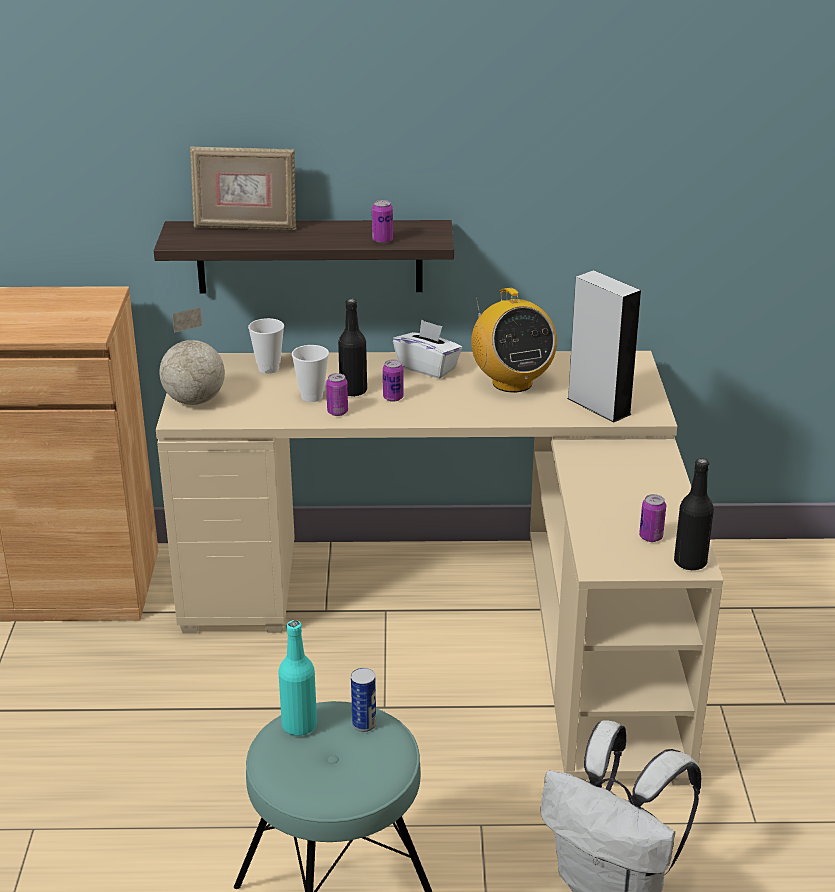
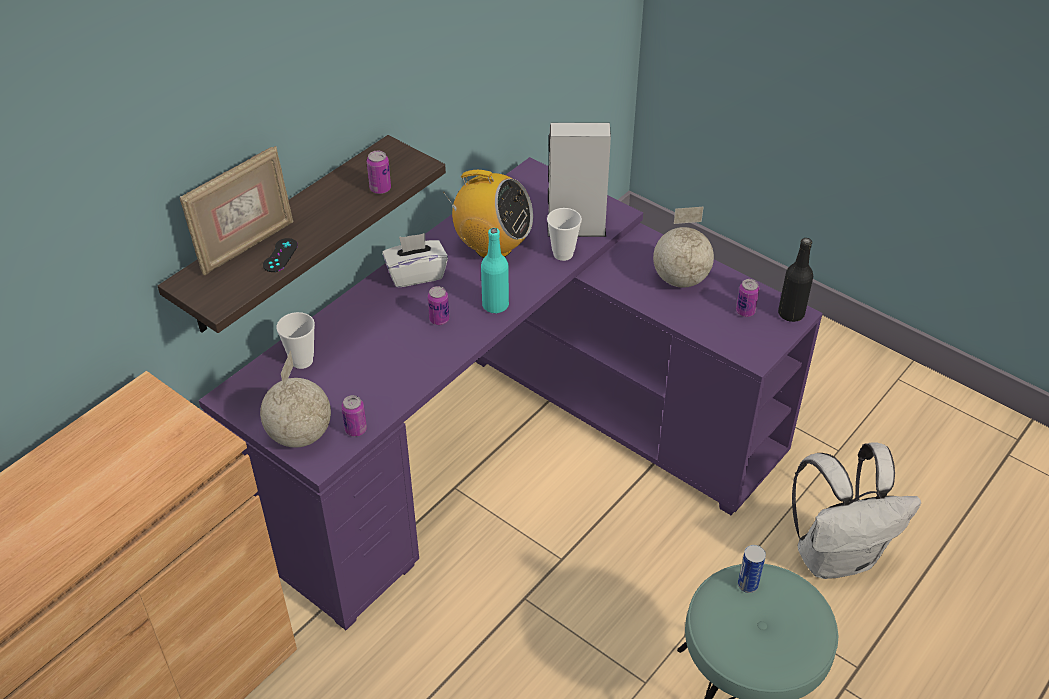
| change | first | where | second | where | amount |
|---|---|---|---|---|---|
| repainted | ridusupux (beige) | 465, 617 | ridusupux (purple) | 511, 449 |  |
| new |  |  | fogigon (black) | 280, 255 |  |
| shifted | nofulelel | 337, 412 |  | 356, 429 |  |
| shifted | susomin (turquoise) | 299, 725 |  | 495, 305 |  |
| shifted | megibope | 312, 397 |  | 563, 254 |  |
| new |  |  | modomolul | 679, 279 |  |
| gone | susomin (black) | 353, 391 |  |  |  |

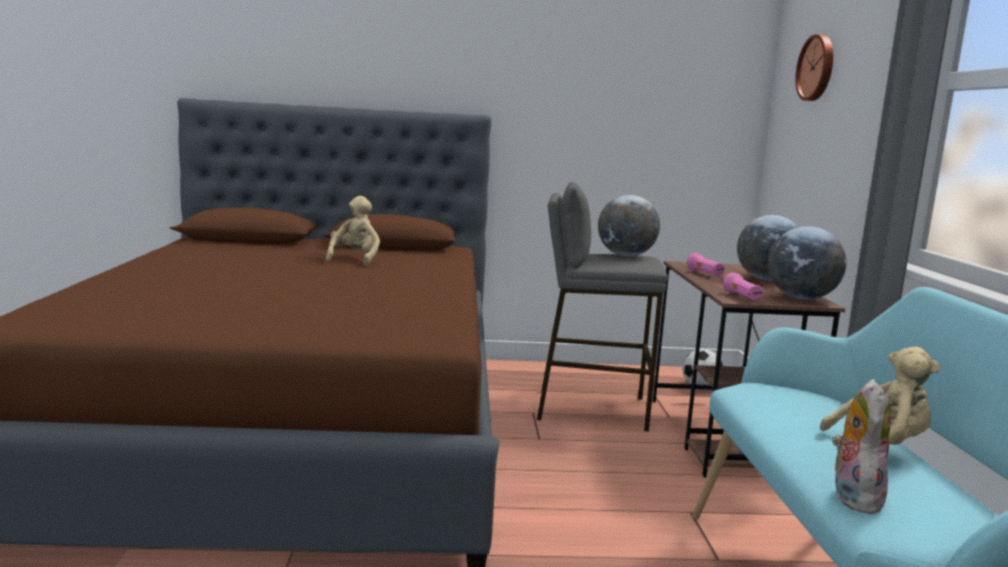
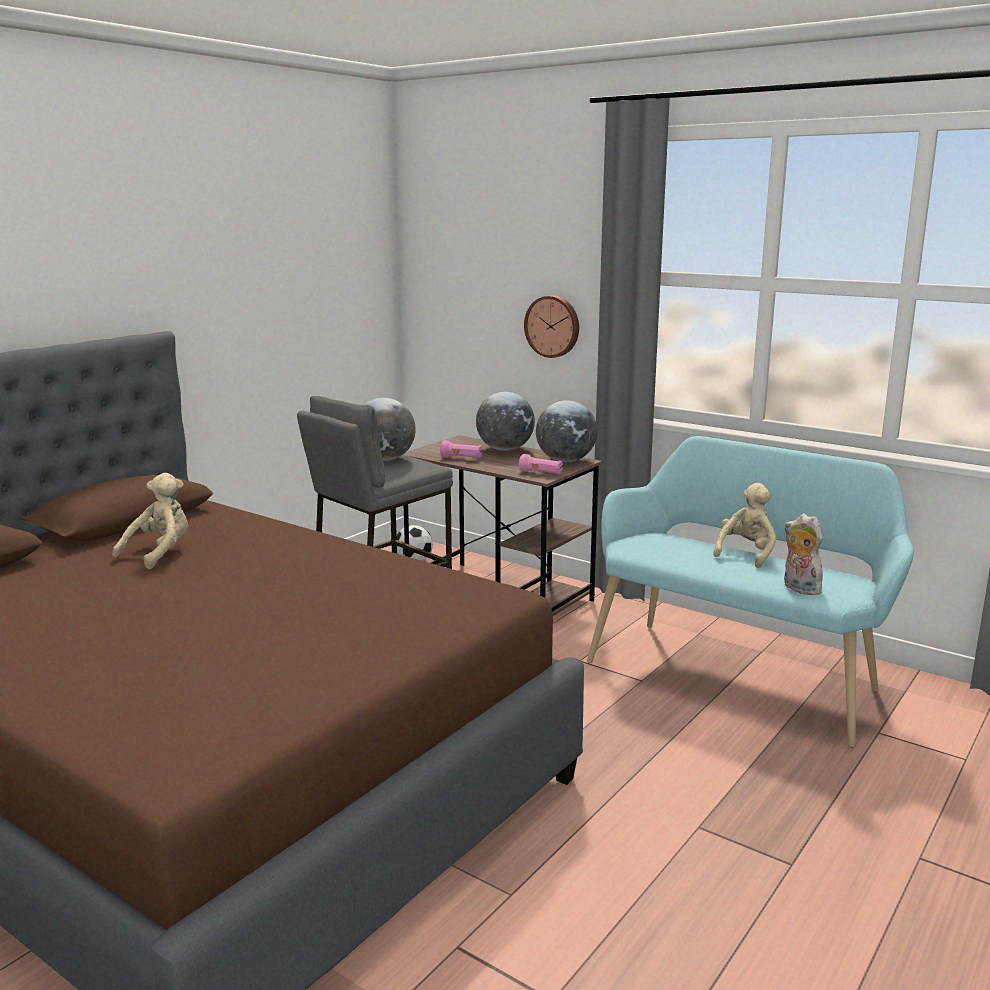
| change | first | where | second | where | amount |
|---|---|---|---|---|---|
| rotated | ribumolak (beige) | 355, 259 |  | 160, 553 | 75 degrees clockwise |
| shifted | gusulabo | 817, 68 |  | 553, 326 |  |

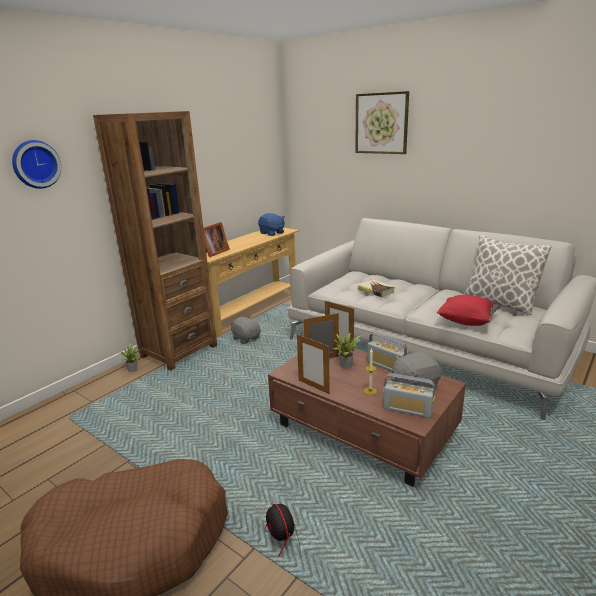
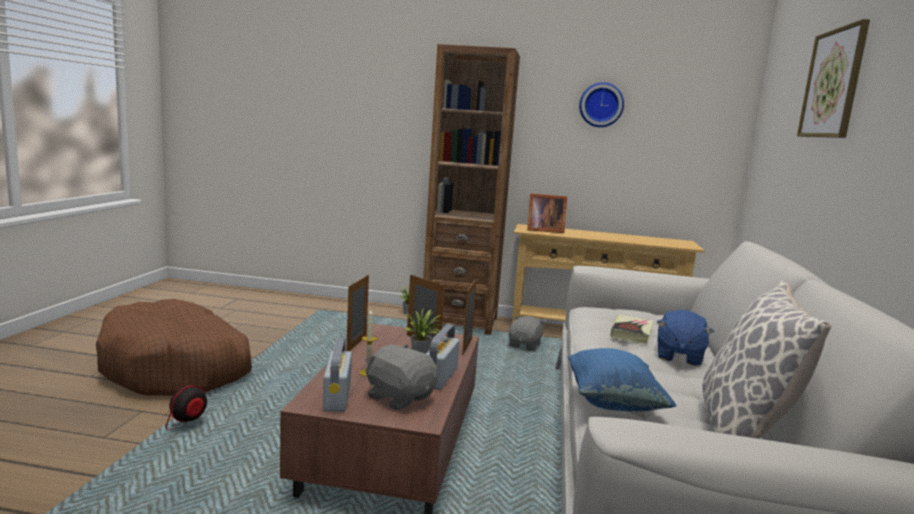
| change | first | where | second | where | amount |
|---|---|---|---|---|---|
| repainted | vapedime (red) | 467, 321 | vapedime (blue) | 613, 403 |  |
| shifted | gusulabo | 35, 164 |  | 601, 105 |  |
| shifted | ribumolak (blue) | 272, 233 |  | 678, 356 |  |

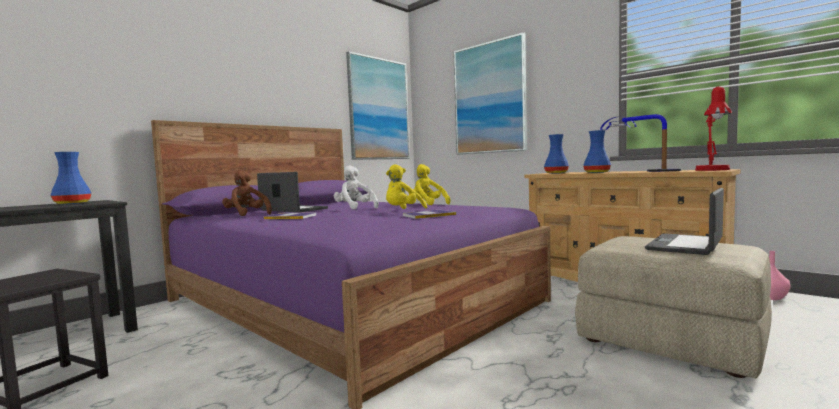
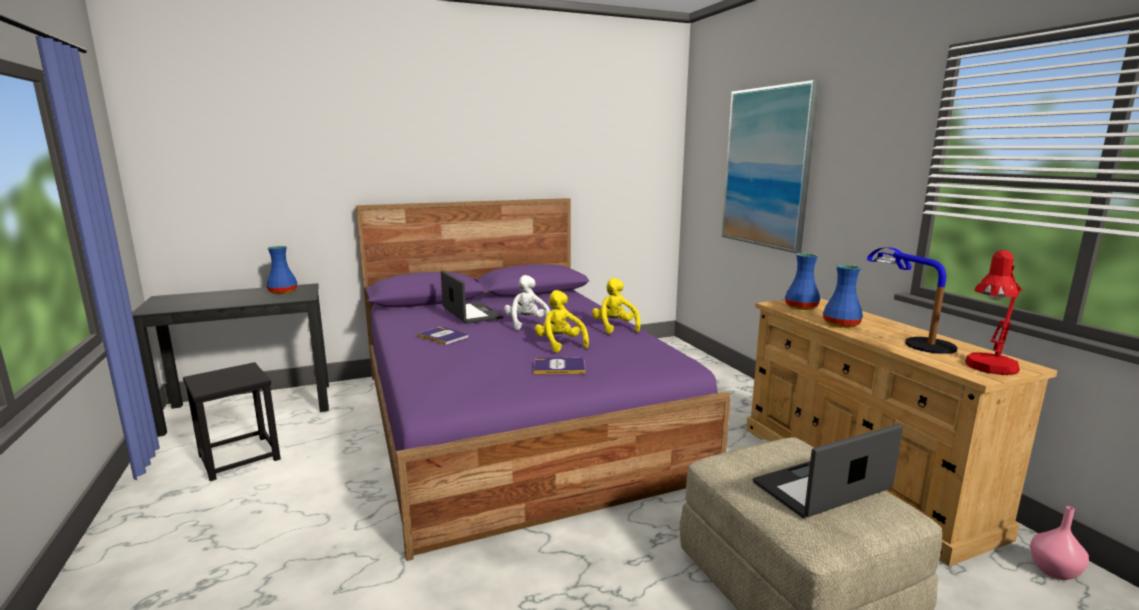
| change | first | where | second | where | amount |
|---|---|---|---|---|---|
| rotated | ribumolak (yellow) | 403, 211 |  | 560, 344 | 90 degrees clockwise |
| gone | ribumolak (brown) | 246, 215 |  |  |  |
| gone | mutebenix | 379, 109 |  |  |  |

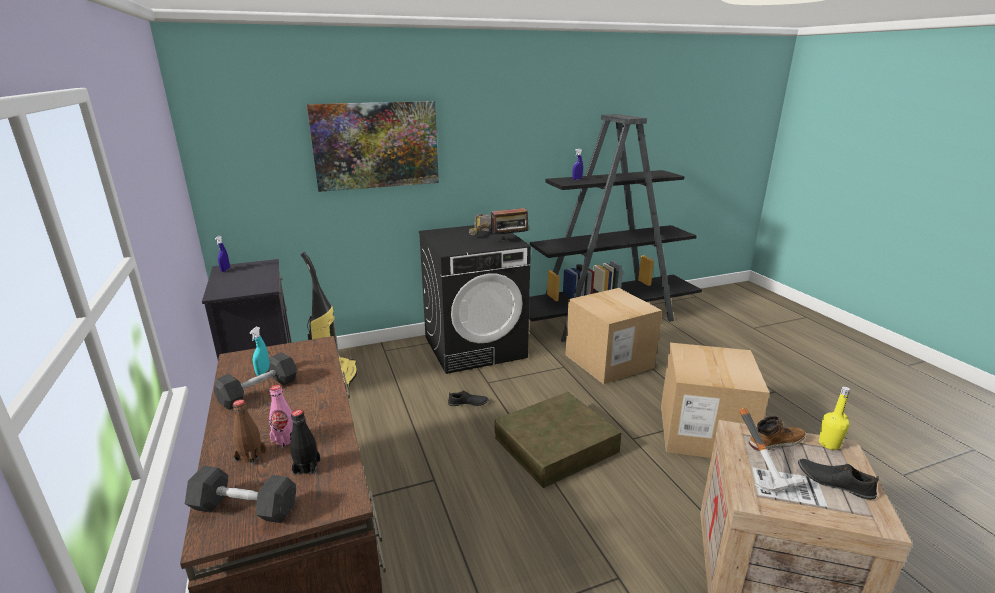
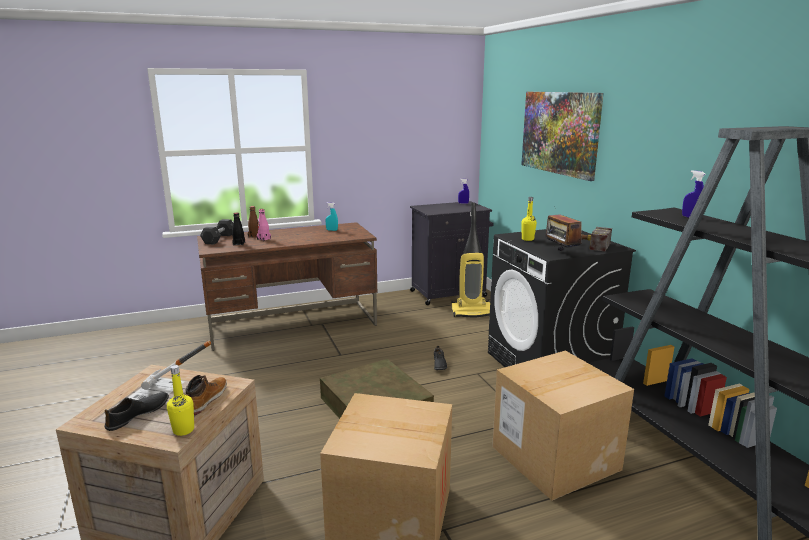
| change | first | where | second | where | amount |
|---|---|---|---|---|---|
| rotated | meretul | 775, 442 |  | 206, 400 | 150 degrees counterclockwise |
| new |  |  | susomin (yellow) | 527, 239 |  |
| gone | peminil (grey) | 259, 391 |  |  |  |

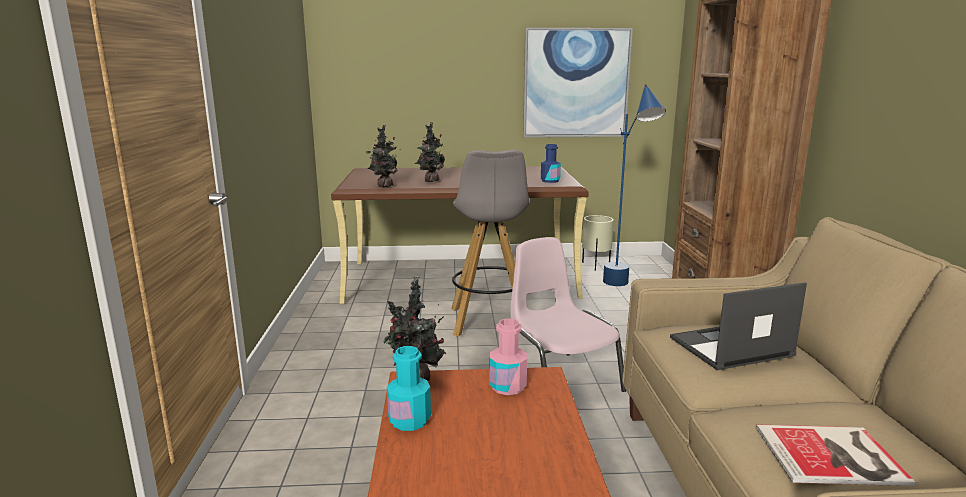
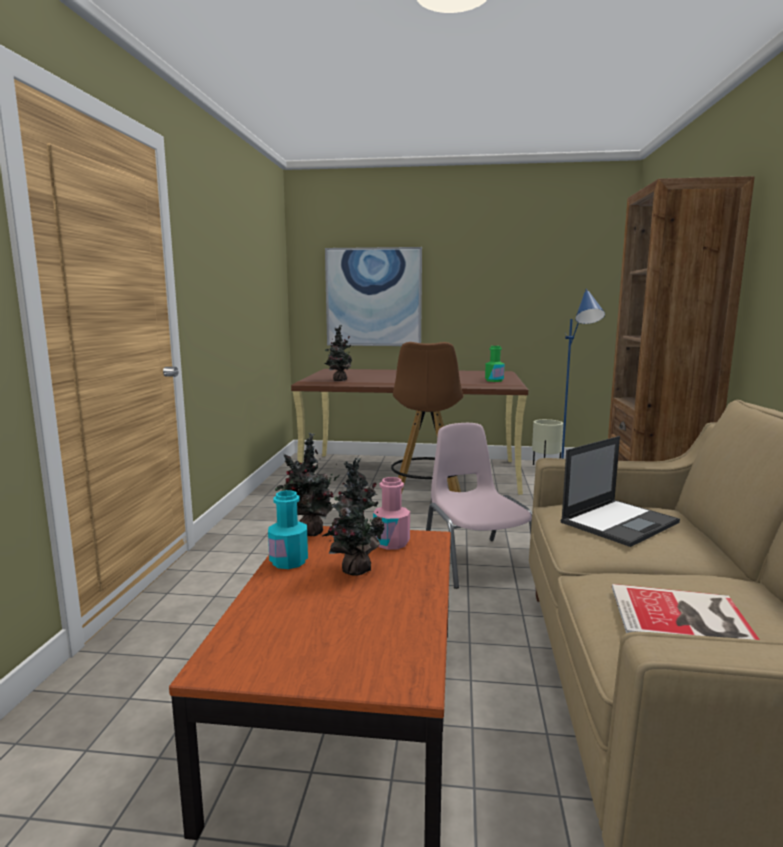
| change | first | where | second | where | amount |
|---|---|---|---|---|---|
| shifted | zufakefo | 430, 181 |  | 353, 569 |  |
| shifted | mutebenix | 576, 83 |  | 373, 297 |  |
| repainted | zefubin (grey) | 490, 322 | zefubin (brown) | 426, 508 |  |
| repainted | susomin (blue) | 550, 181 | susomin (green) | 494, 380 |  |
| rotated | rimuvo | 730, 347 |  | 620, 522 | 150 degrees clockwise |

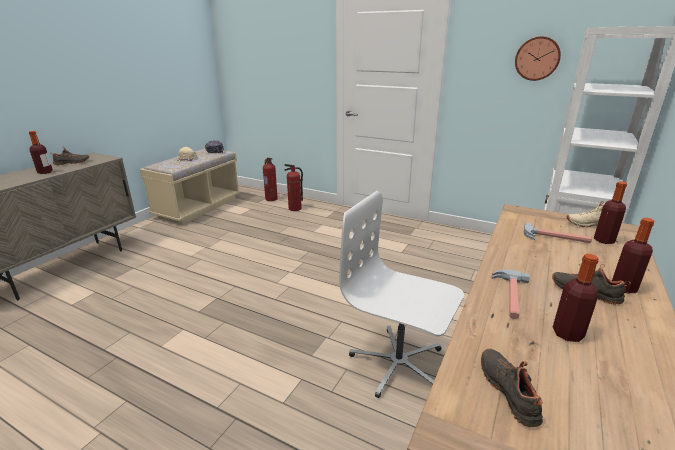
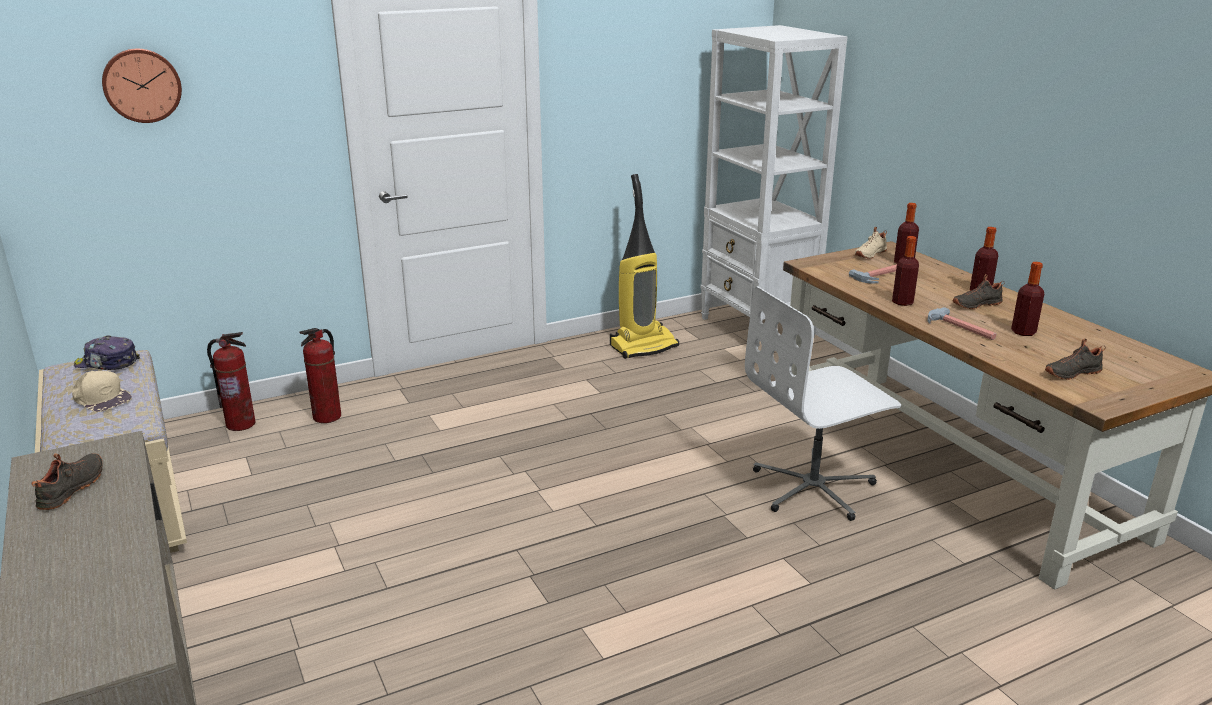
| change | first | where | second | where | amount |
|---|---|---|---|---|---|
| shifted | gusulabo | 537, 58 |  | 142, 85 |  |
| new |  |  | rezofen | 643, 346 |  |
| shifted | susomin | 45, 172 |  | 902, 302 |  |
| rotated | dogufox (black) | 510, 391 |  | 1071, 372 | 45 degrees counterclockwise |

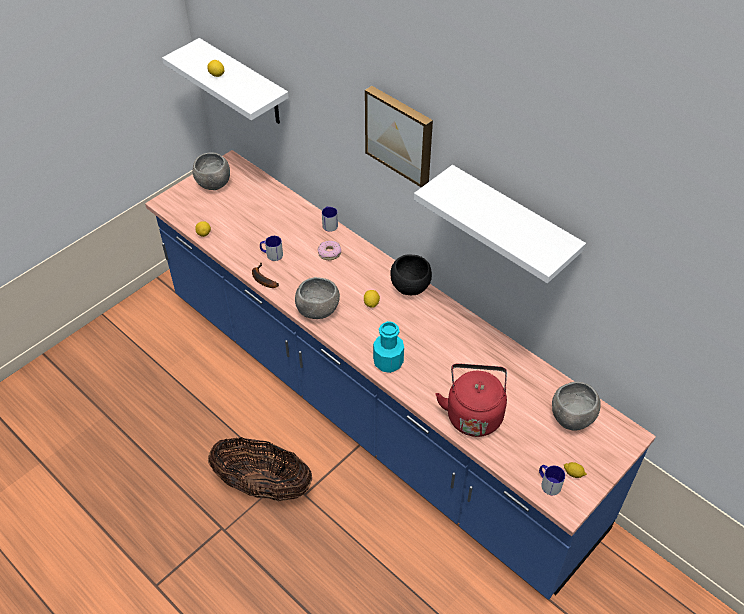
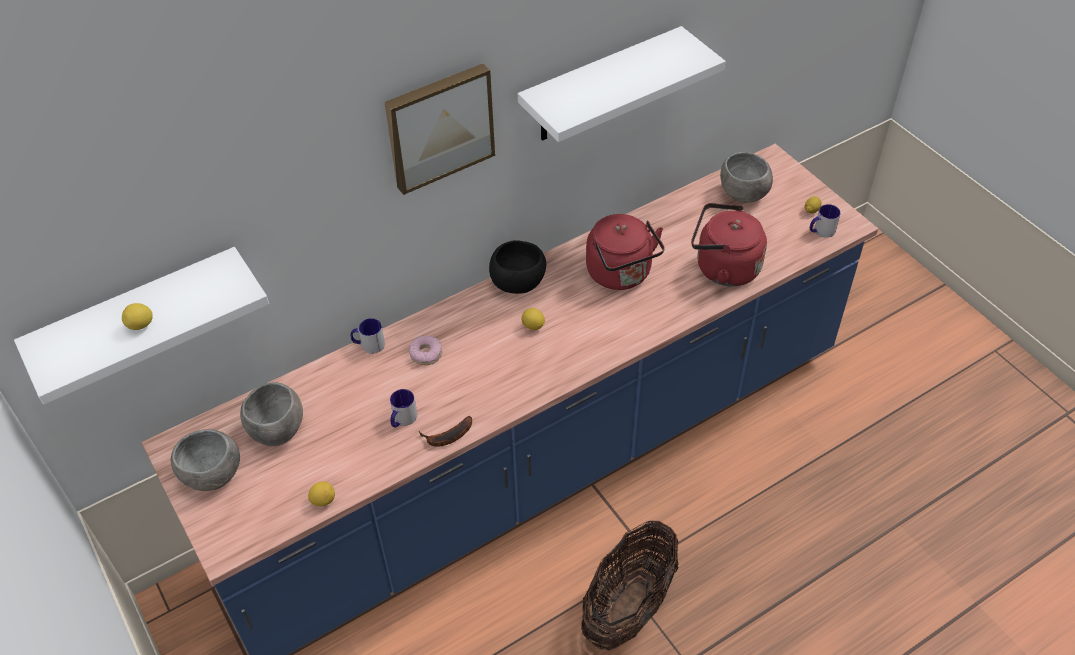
| change | first | where | second | where | amount |
|---|---|---|---|---|---|
| shifted | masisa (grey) | 317, 310 |  | 277, 431 |  |
| new |  |  | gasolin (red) | 621, 274 |  |
| gone | susomin (turquoise) | 388, 362 |  |  |  |

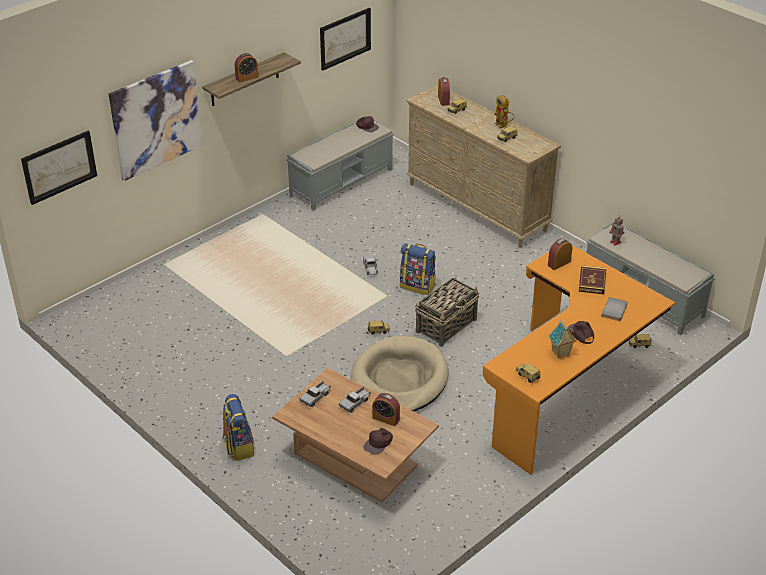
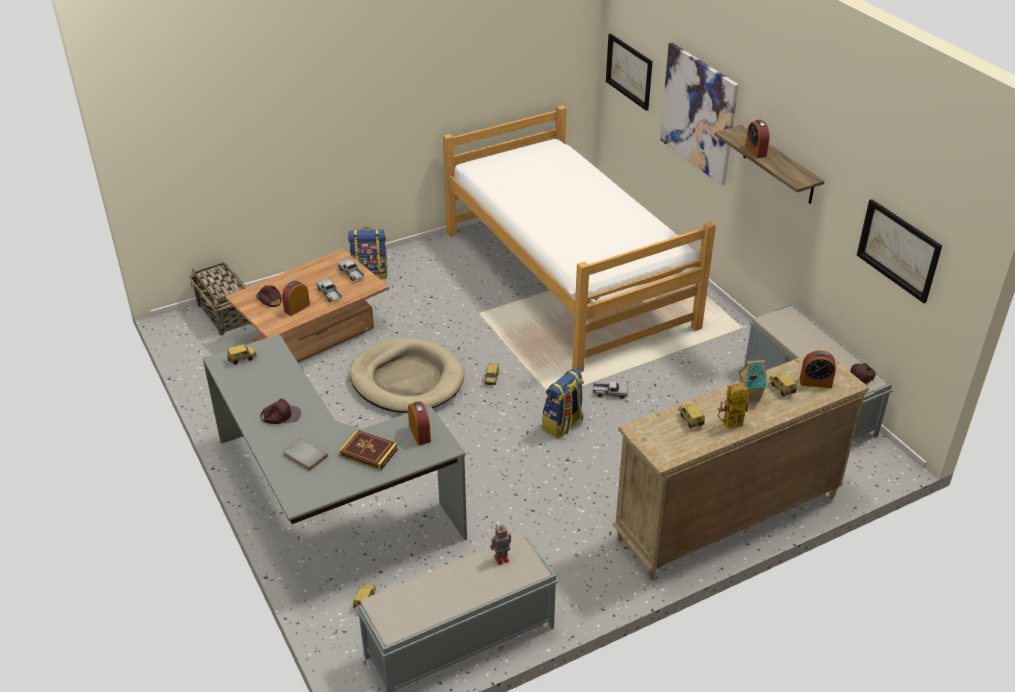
| change | first | where | second | where | amount |
|---|---|---|---|---|---|
| shifted | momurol | 447, 325 |  | 226, 314 |  |
| repainted | ridusupux (orange) | 569, 388 | ridusupux (grey) | 325, 508 |  |
| new |  |  | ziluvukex | 567, 278 |  |
| shifted | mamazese | 560, 353 |  | 748, 397 |  |

